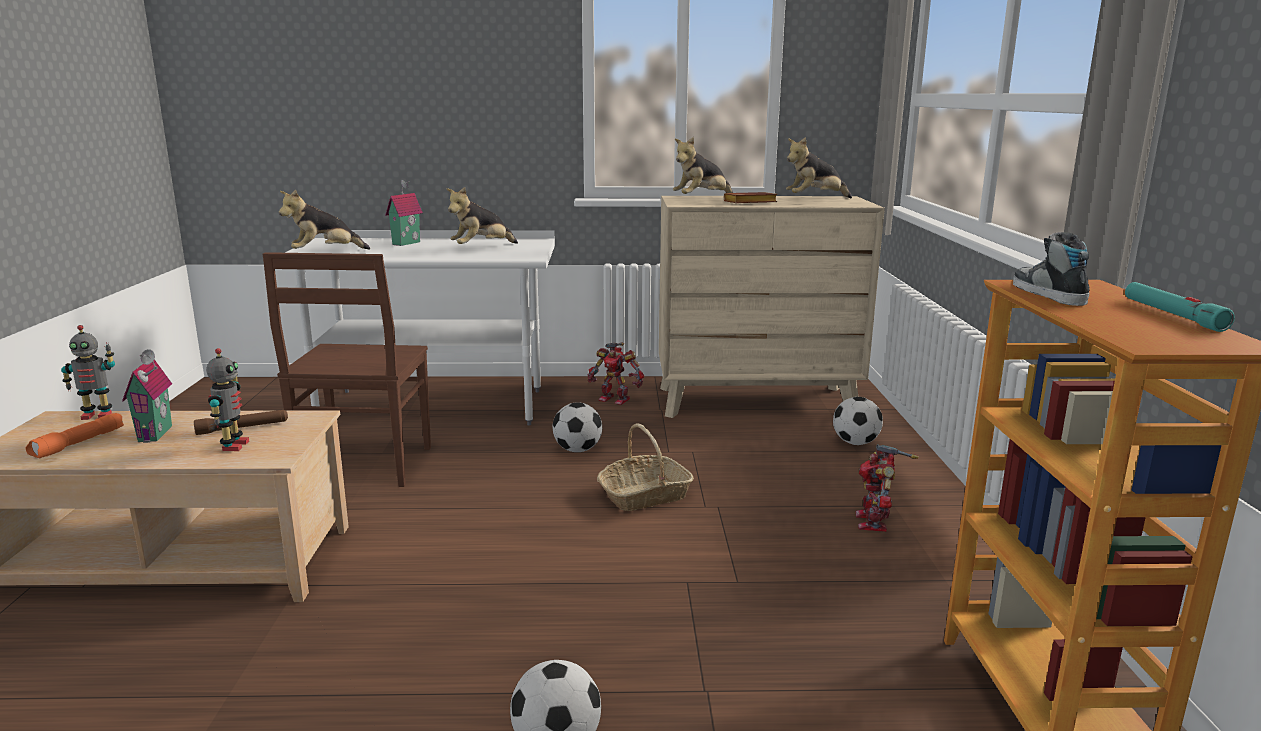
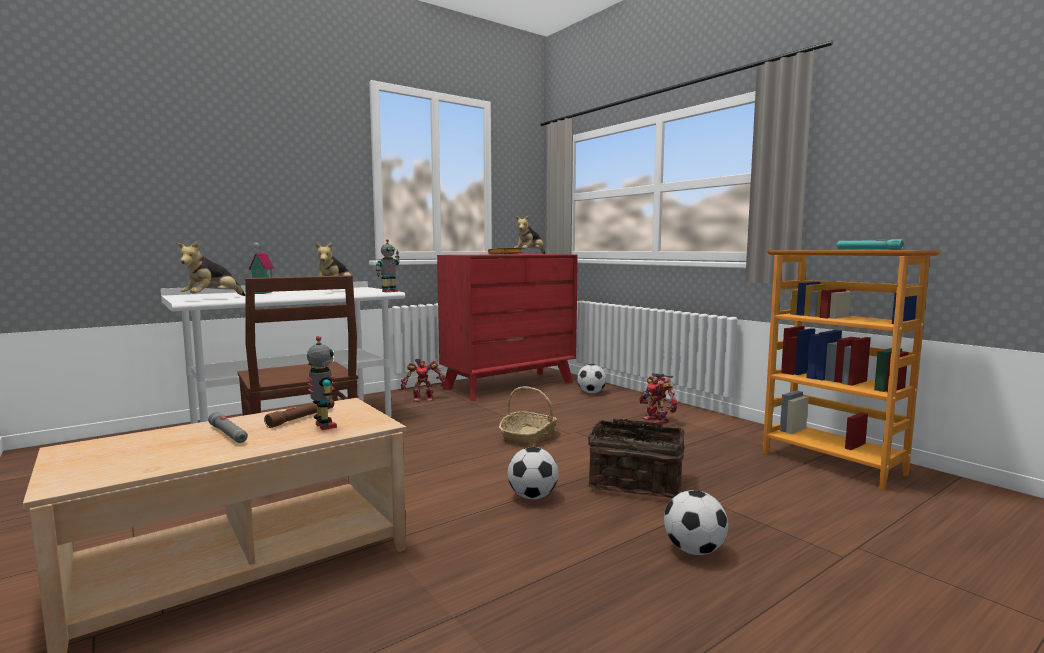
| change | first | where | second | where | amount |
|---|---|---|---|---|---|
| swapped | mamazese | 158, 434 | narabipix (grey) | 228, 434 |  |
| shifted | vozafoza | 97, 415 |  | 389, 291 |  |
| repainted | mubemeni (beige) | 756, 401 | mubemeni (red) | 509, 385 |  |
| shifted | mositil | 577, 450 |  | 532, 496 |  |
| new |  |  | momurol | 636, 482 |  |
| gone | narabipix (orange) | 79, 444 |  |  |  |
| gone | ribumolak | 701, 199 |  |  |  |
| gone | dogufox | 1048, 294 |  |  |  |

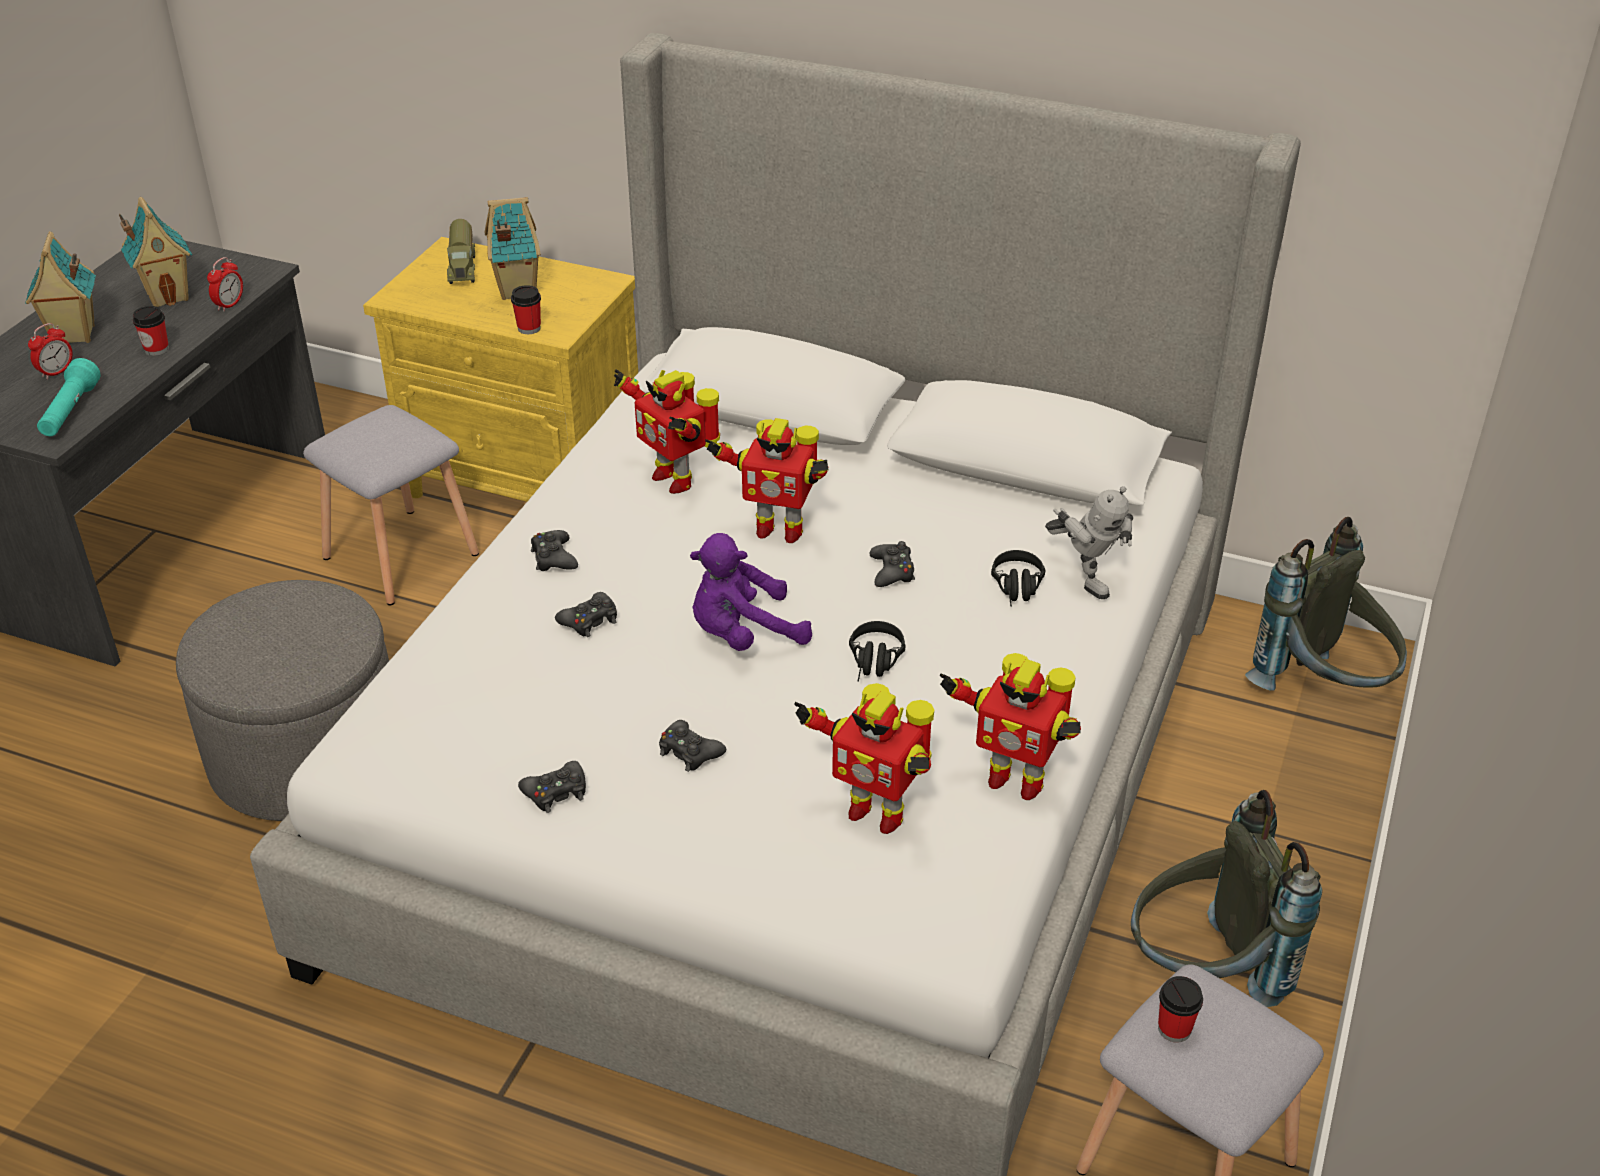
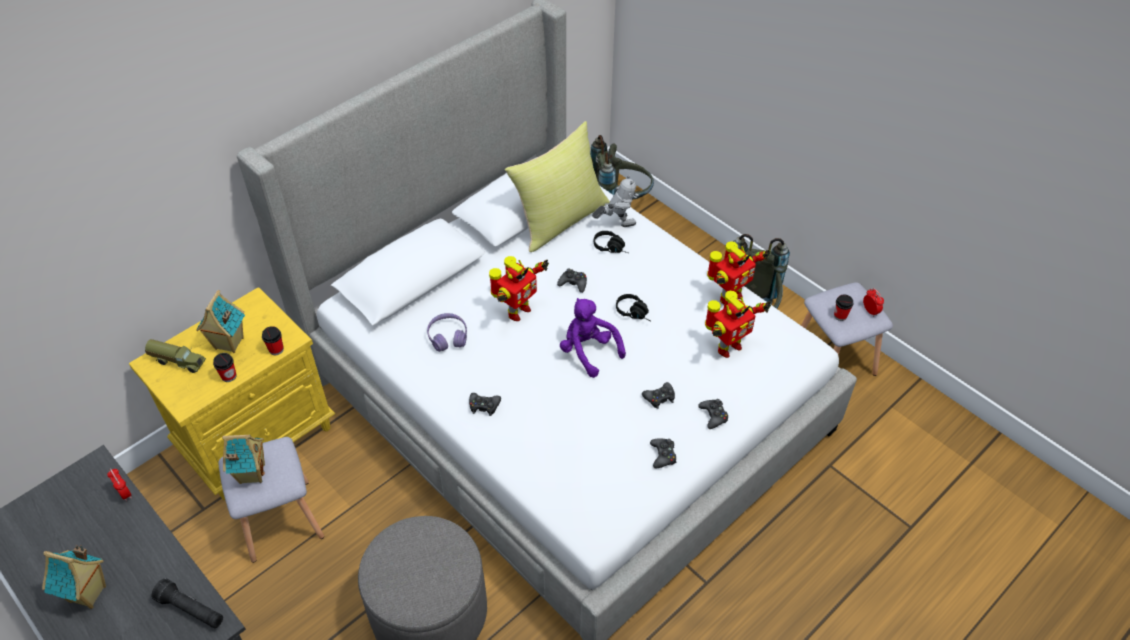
| change | first | where | second | where | amount |
|---|---|---|---|---|---|
| repainted | narabipix (turquoise) | 70, 412 | narabipix (black) | 191, 610 |  |
| shifted | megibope | 156, 349 |  | 229, 376 |  |
| shifted | mamazese | 168, 296 |  | 251, 473 |  |
| swapped | vozafoza | 674, 478 | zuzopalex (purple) | 448, 337 |  |
| new |  |  | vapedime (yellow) | 560, 220 |  |
| rotated | ribumolak (purple) | 743, 634 |  | 588, 351 | 135 degrees clockwise |
| shifted | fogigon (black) | 589, 621 |  | 713, 416 |  |
| shifted | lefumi | 56, 372 |  | 870, 311 |  |

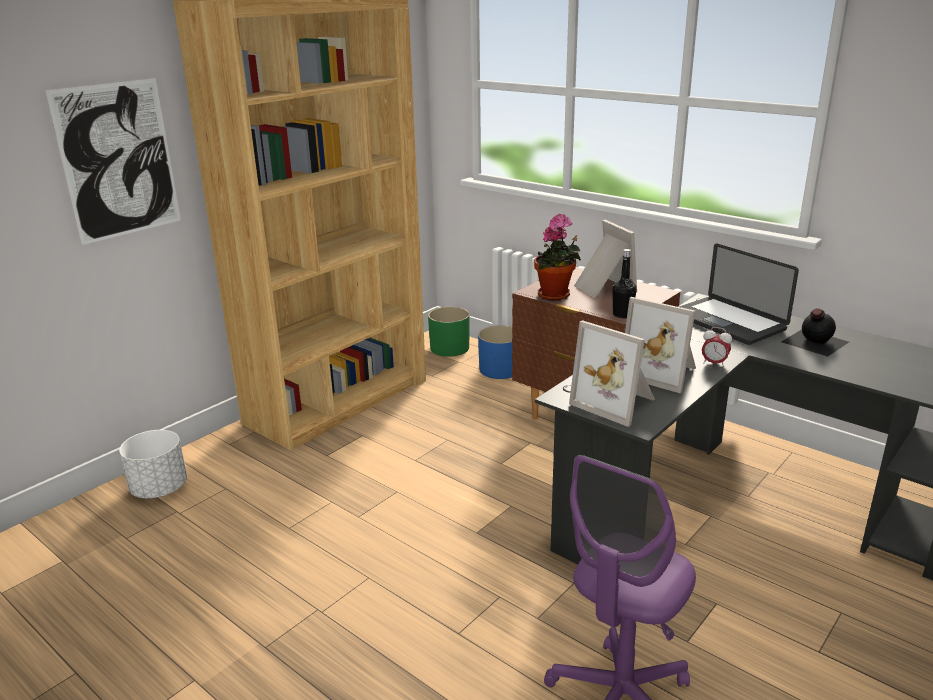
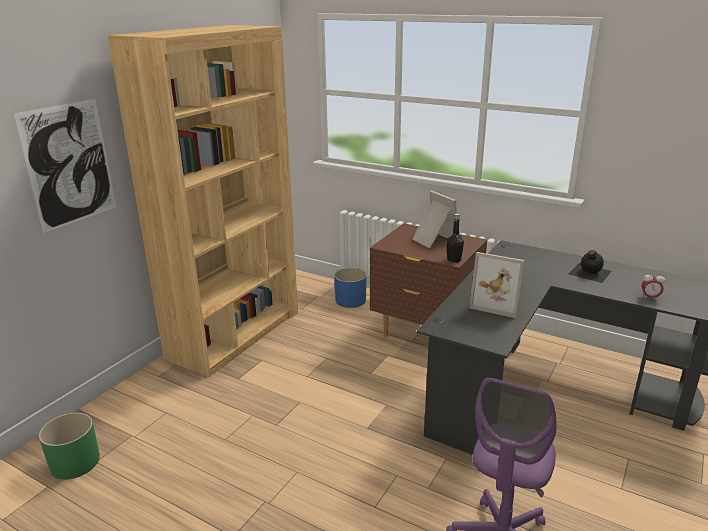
| change | first | where | second | where | amount |
|---|---|---|---|---|---|
| shifted | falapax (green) | 450, 348 |  | 75, 462 |  |
| shifted | lefumi | 714, 363 |  | 650, 297 |  |
| gone | falapax (white) | 159, 489 |  |  |  |
| gone | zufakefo | 556, 296 |  |  |  |
| gone | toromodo | 616, 402 |  |  |  |
| gone | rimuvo | 727, 322 |  |  |  |

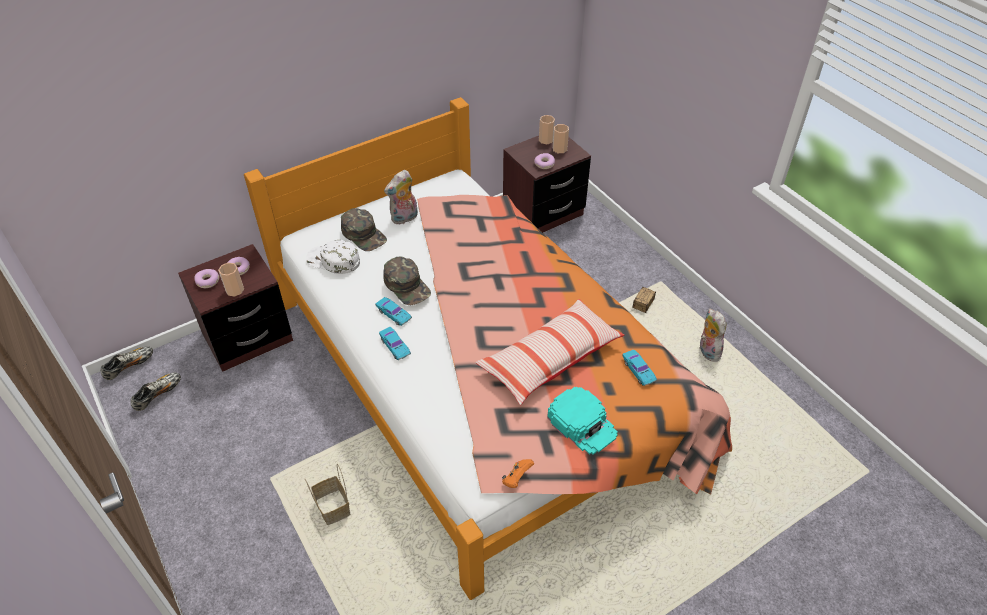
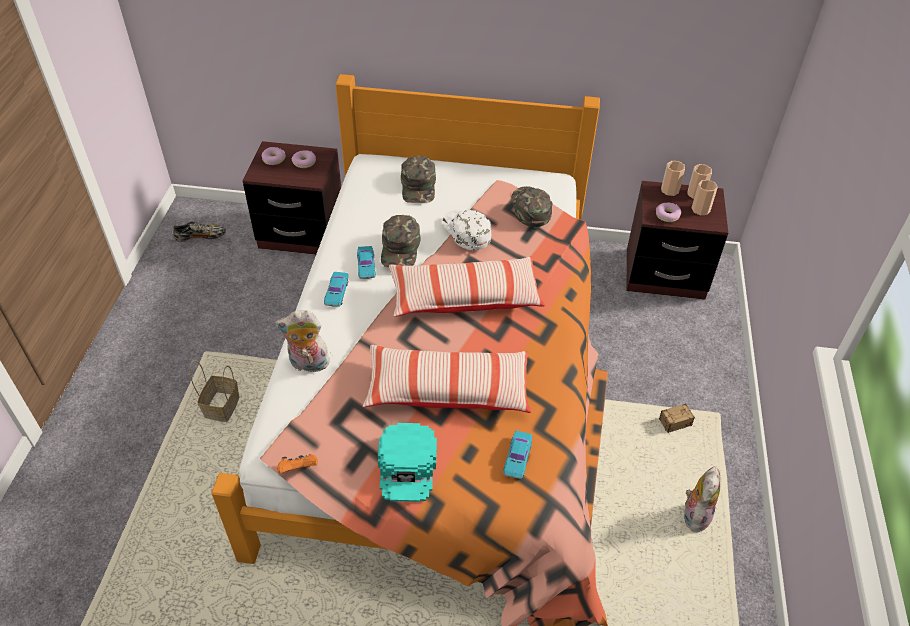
| change | first | where | second | where | amount |
|---|---|---|---|---|---|
| shifted | ribumolak | 404, 218 |  | 308, 364 |  |
| new |  |  | vapedime | 465, 297 |  |
| shifted | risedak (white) | 333, 261 |  | 466, 231 |  |
| new |  |  | risedak (green) | 530, 208 |  |
| shifted | megibope | 235, 290 |  | 669, 190 |  |
| gone | dogufox | 129, 366 |  |  |  |

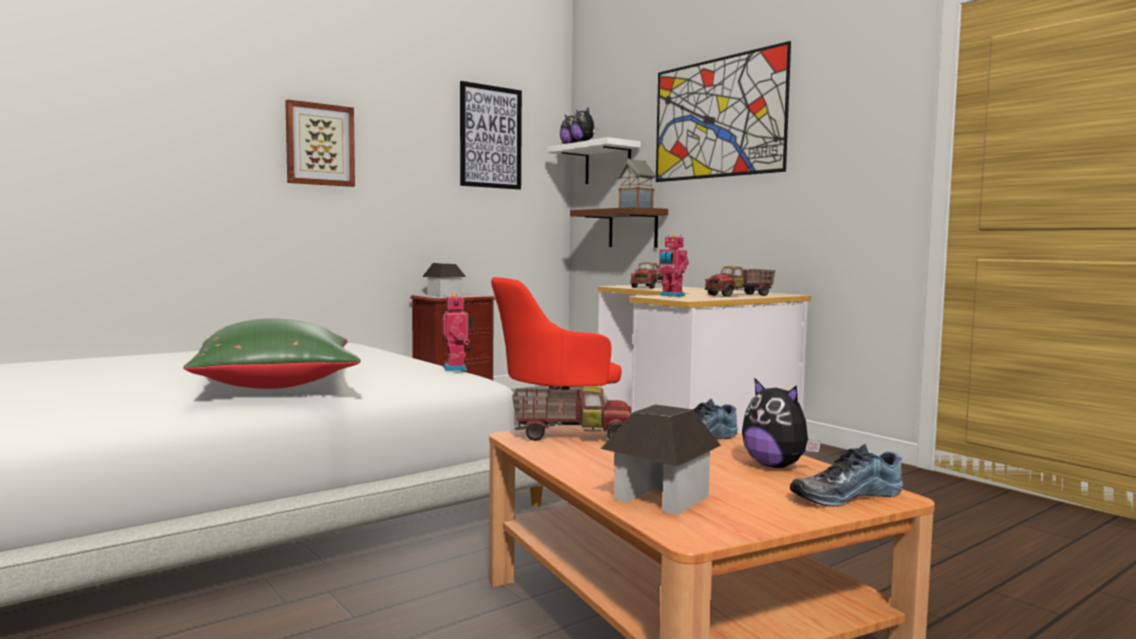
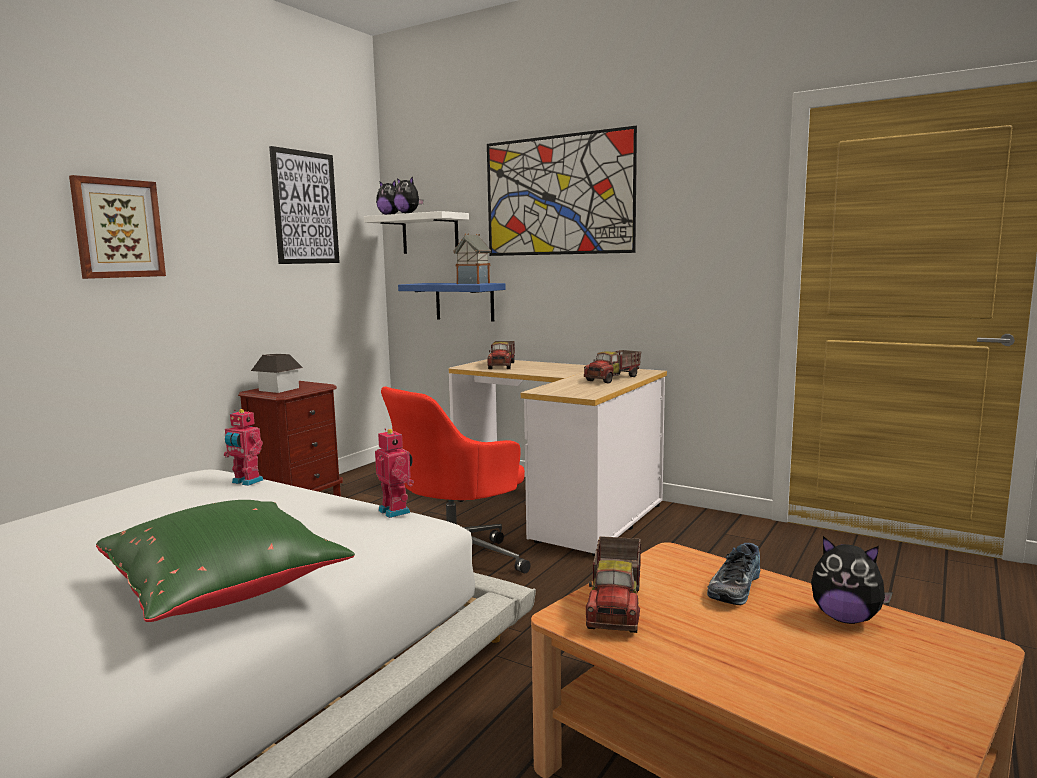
| change | first | where | second | where | amount |
|---|---|---|---|---|---|
| shifted | vozafoza | 671, 295 |  | 246, 482 |  |
| repainted | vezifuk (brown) | 633, 228 | vezifuk (blue) | 464, 301 |  |
| rotated | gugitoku | 572, 436 |  | 617, 606 | 120 degrees clockwise |
| gone | mamazese | 660, 498 |  |  |  |
| gone | dogufox | 844, 495 |  |  |  |

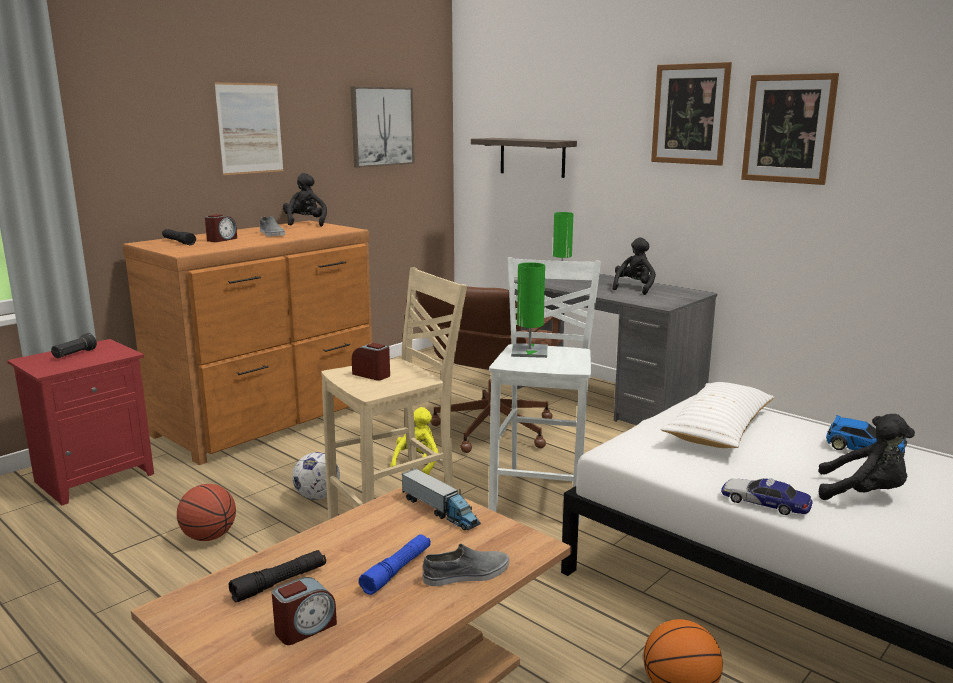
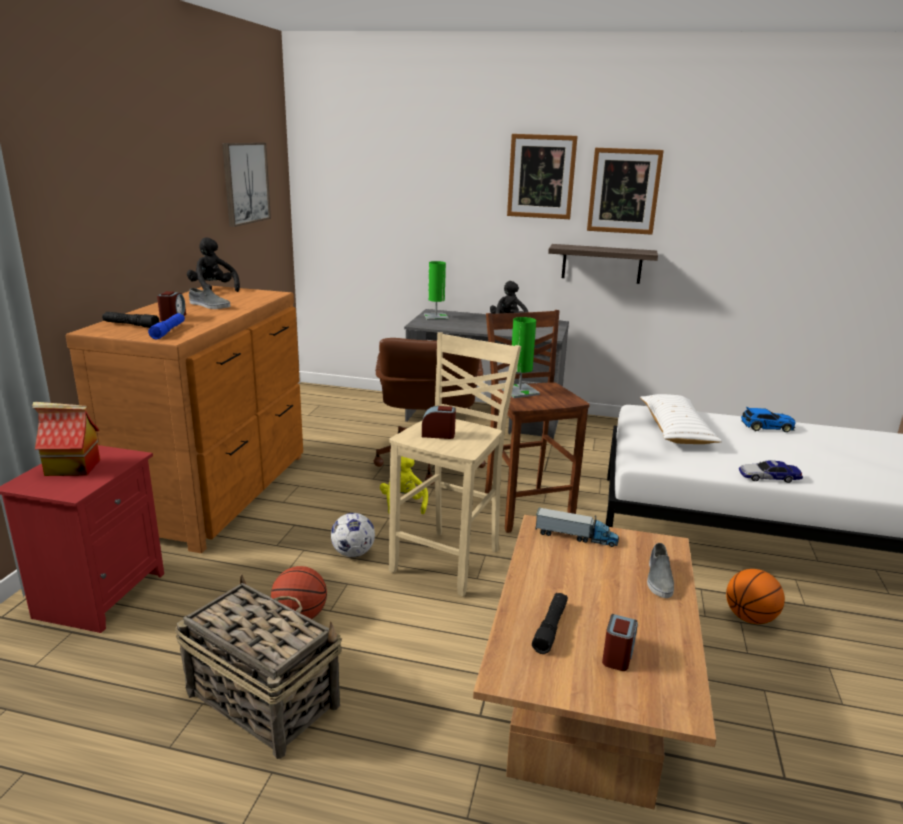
| change | first | where | second | where | amount |
|---|---|---|---|---|---|
| swapped | narabipix (black) | 74, 354 | mamazese | 71, 468 |  |
| shifted | narabipix (blue) | 397, 570 |  | 168, 331 |  |
| new |  |  | momurol | 262, 698 |  |
| repainted | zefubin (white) | 542, 497 | zefubin (brown) | 525, 507 |  |
| shifted | vezifuk | 532, 157 |  | 601, 264 |  |
| rotated | dogufox (grey) | 467, 574 |  | 659, 578 | 150 degrees clockwise |
| gone | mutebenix | 250, 128 |  |  |  |
| gone | ribumolak (black) | 863, 494 |  |  |  |

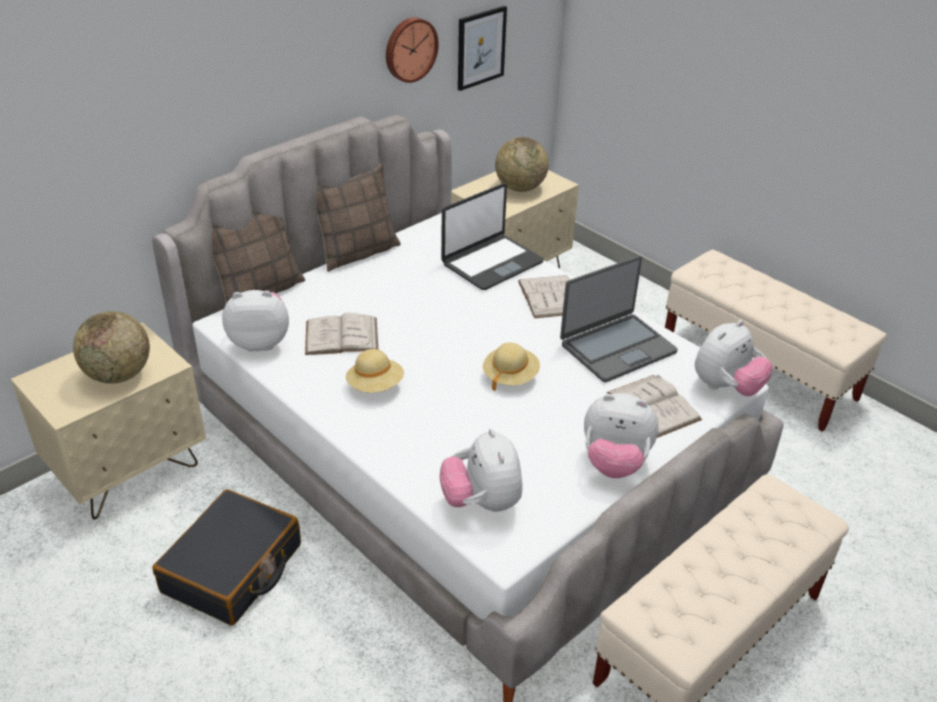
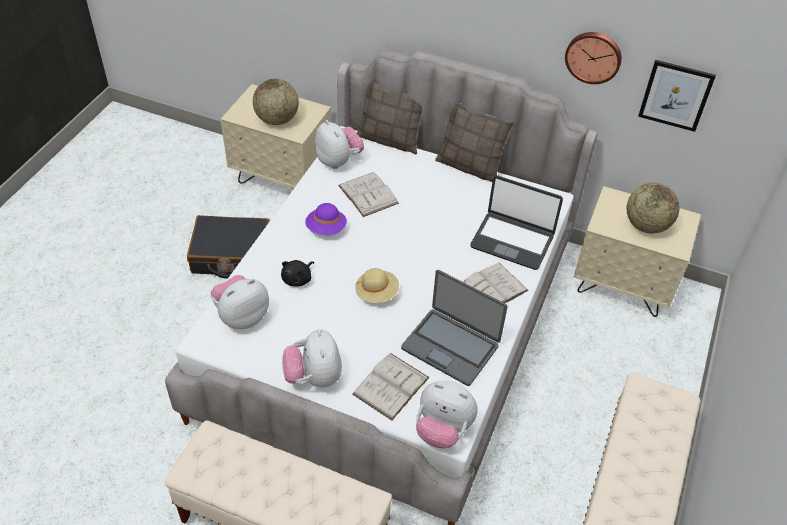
| change | first | where | second | where | amount |
|---|---|---|---|---|---|
| new |  |  | ribumolak (black) | 298, 279 |  |
| repainted | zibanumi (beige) | 375, 386 | zibanumi (purple) | 326, 229 |  |

